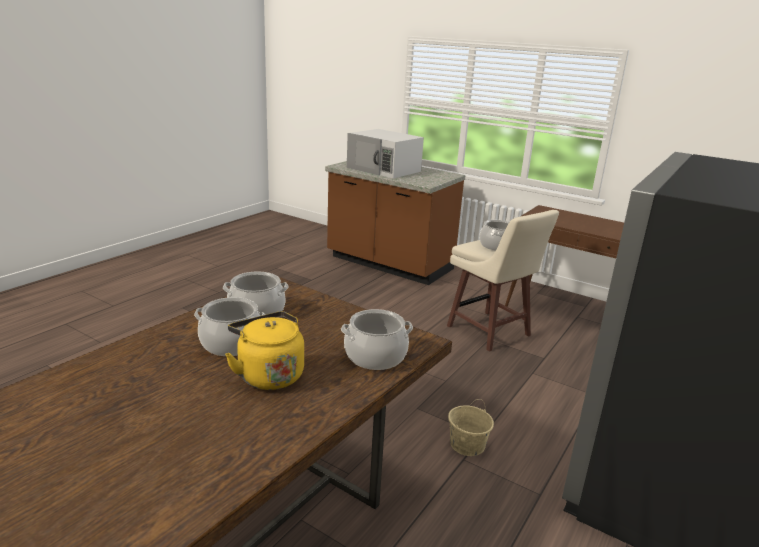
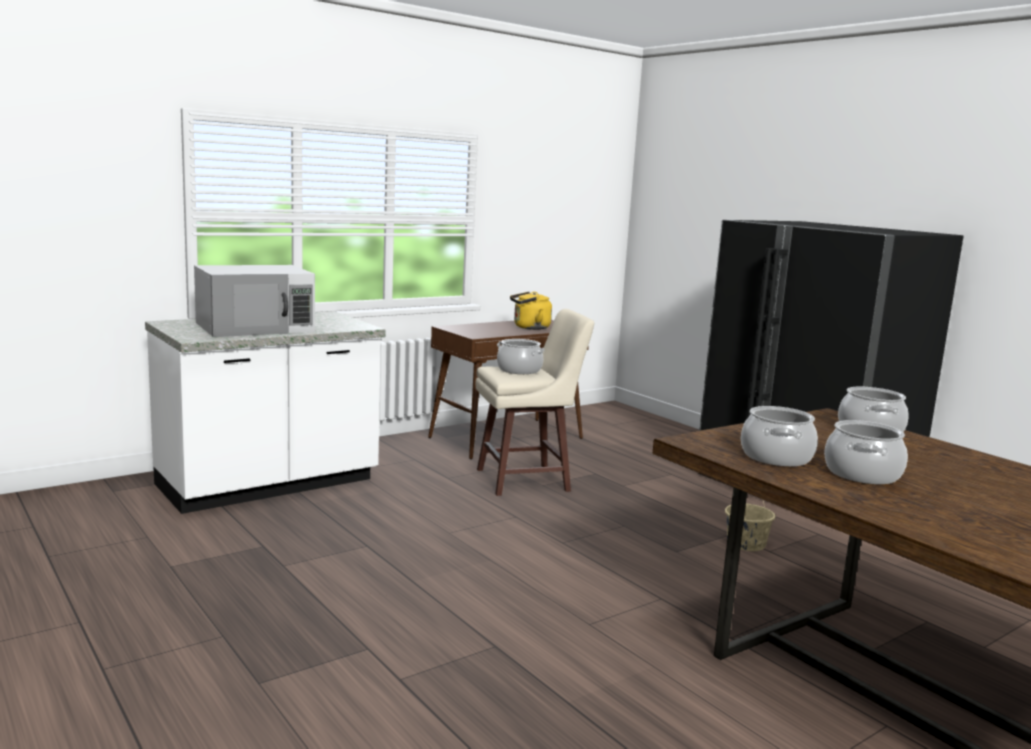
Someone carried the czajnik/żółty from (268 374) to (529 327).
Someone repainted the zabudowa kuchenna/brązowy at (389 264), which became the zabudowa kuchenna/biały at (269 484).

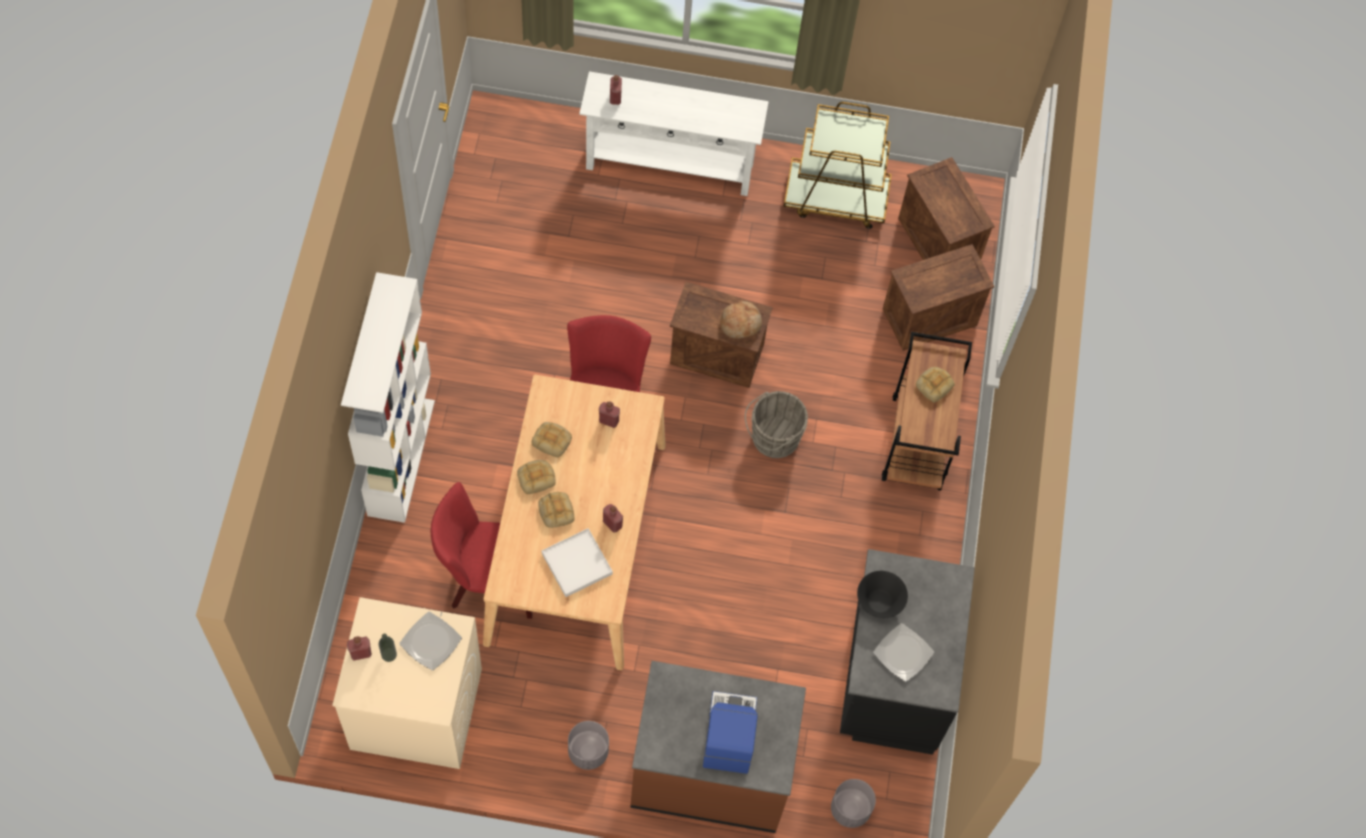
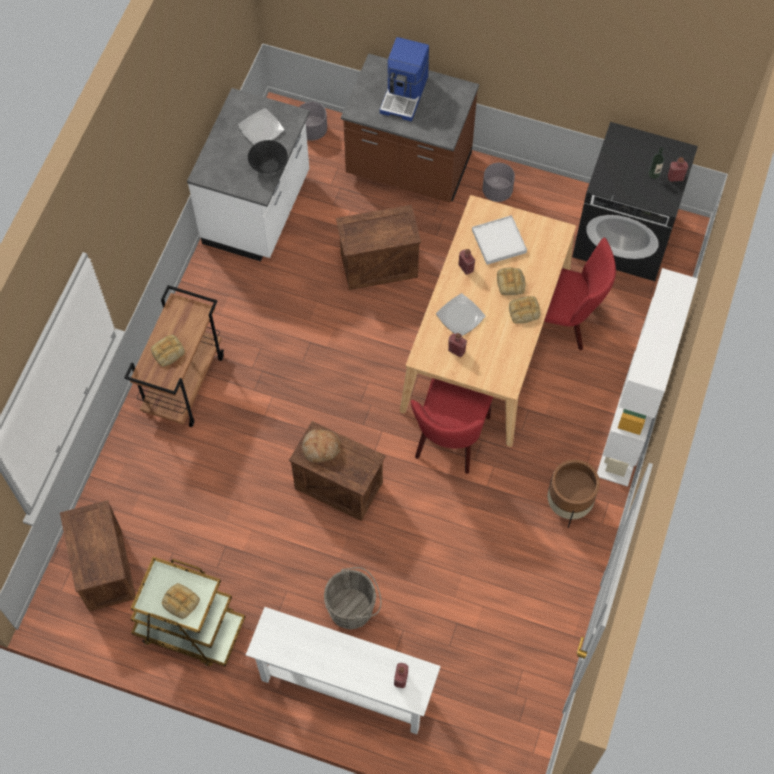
Someone repainted the pralka/beżowy at (415 709), which became the pralka/czarny at (624 236).
Someone carried the talerz from (430 641) to (460 317).
Someone carried the chleb from (552 440) to (180 602).
Someone carried the wiadro/szary from (772 439) to (353 607).
Someone repainted the zabudowa kuchenna/czarny at (891 678), which became the zabudowa kuchenna/biały at (258 210).
Someone carried the skrzynka from (929 318) to (379 264).
Someone put down the donica/brązowy at (568 504).

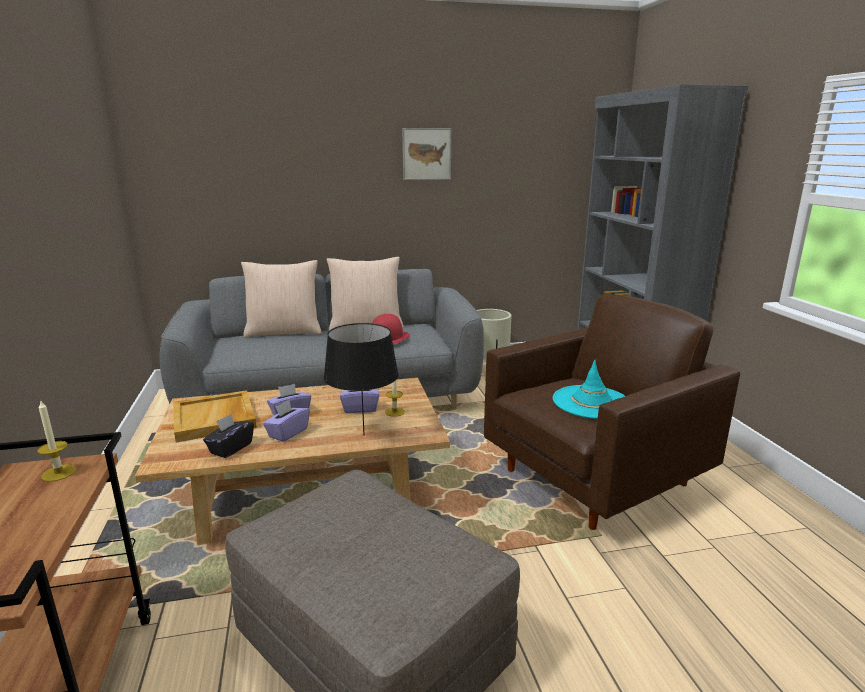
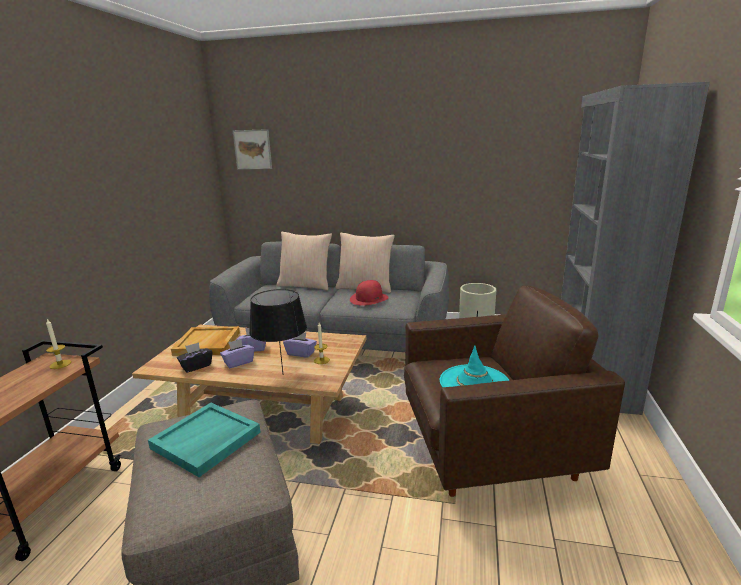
Someone carried the obraz from (426 154) to (252 149).
Someone put down the taca/turkusowy at (206 441).

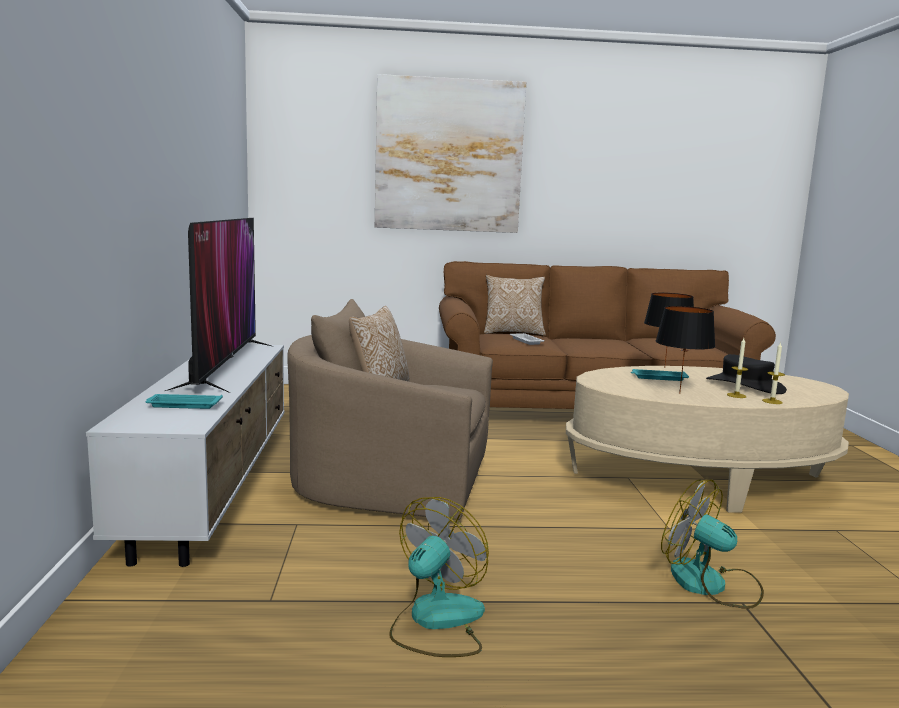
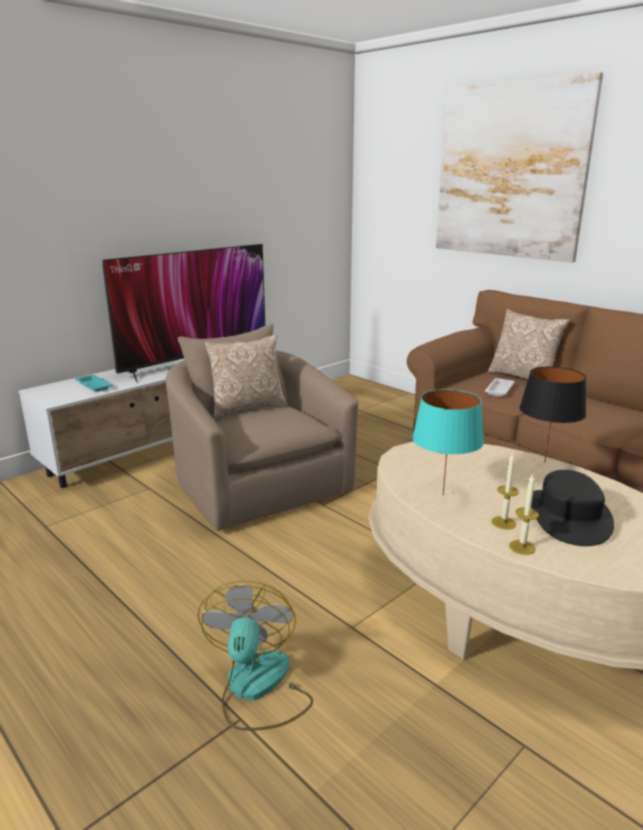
Someone took away the wentylator at (436 621).
Someone took away the taca/turkusowy at (658 378).
Someone repainted the lampa stołowa/czarny at (679 393), which became the lampa stołowa/turkusowy at (443 495).

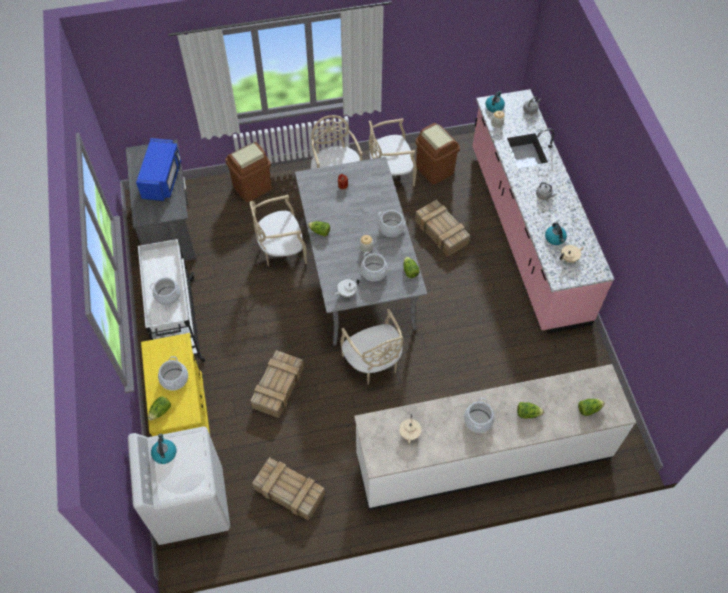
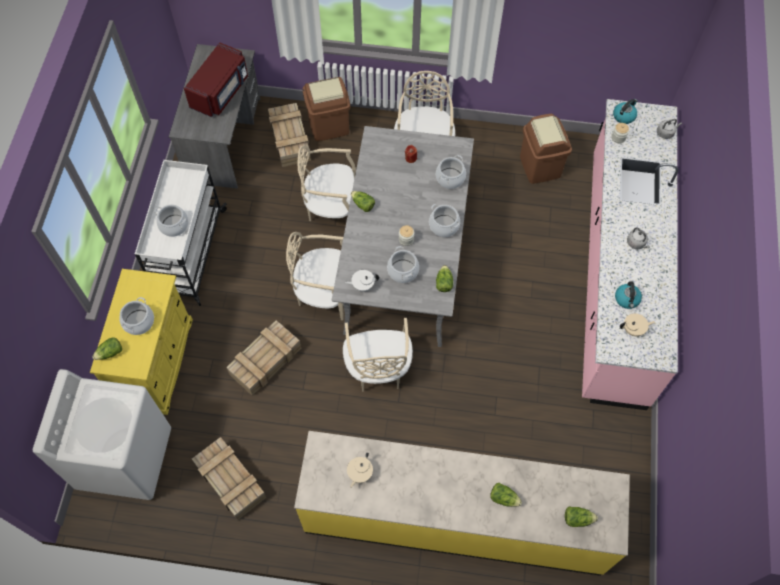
Someone repainted the mikrofalówka/niebieski at (162 179), which became the mikrofalówka/czerwony at (221 92).
Someone took away the czajnik at (164 453).
Someone repainted the zabudowa kuchenna/biały at (483 456), which became the zabudowa kuchenna/żółty at (455 518).
Someone carried the krzesło/beżowy from (390 172) to (323 292).
Someone carried the skrzynka from (442 232) to (290 140).
Someone carried the garnek from (478 420) to (450 178).

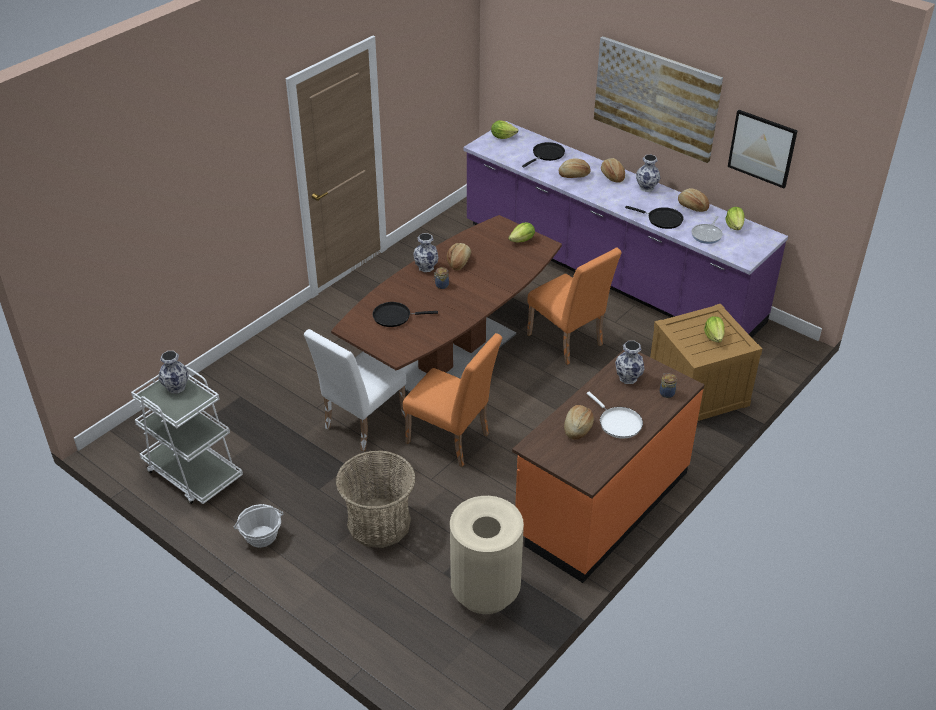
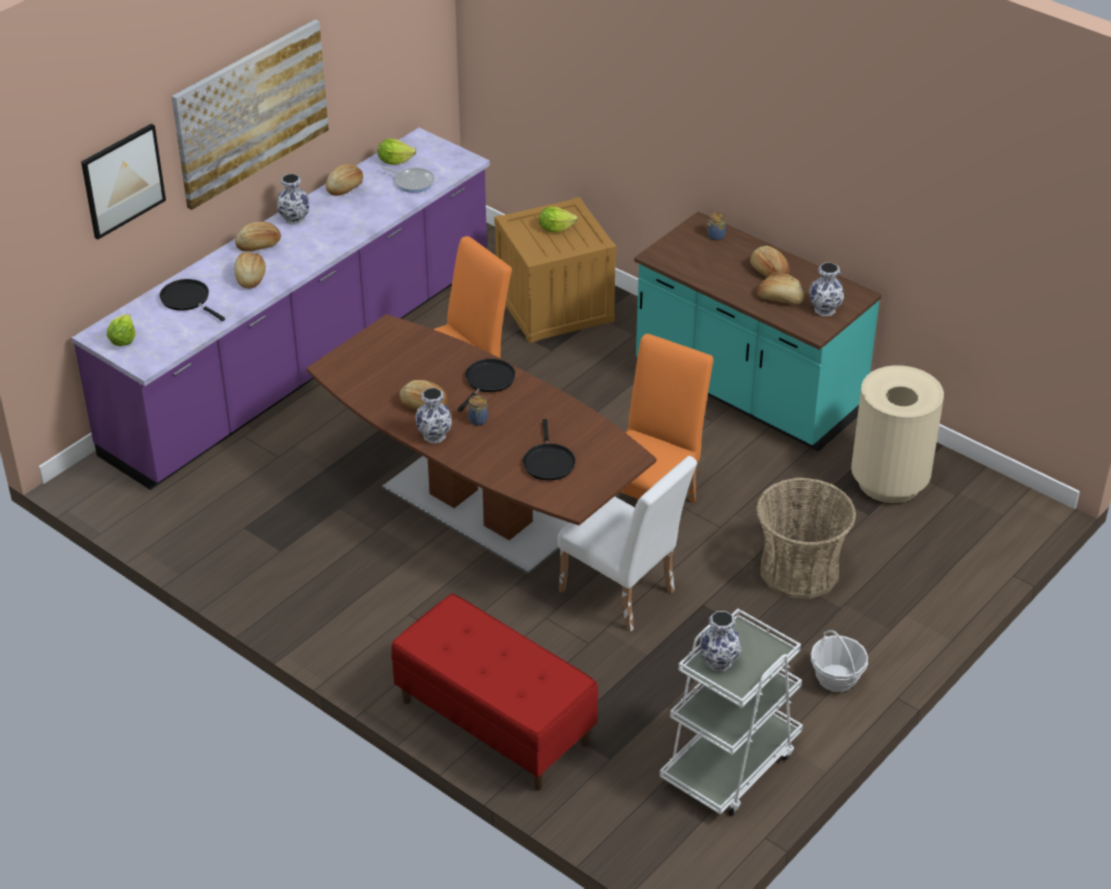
Someone took away the sałata at (522 240).
Someone repainted the zabudowa kuchenna/pomarańczowy at (601 504), which became the zabudowa kuchenna/turkusowy at (747 391).
Someone swapped the patelnia/biały at (618 423) for the chleb at (768 271).
Someone carried the wazon from (628 377) to (824 309).
Someone carried the patelnia/czarny from (662 219) to (488 381).
Someone carried the obraz from (762 148) to (123 180).
Someone put down the ławka/czerwony at (494 722).

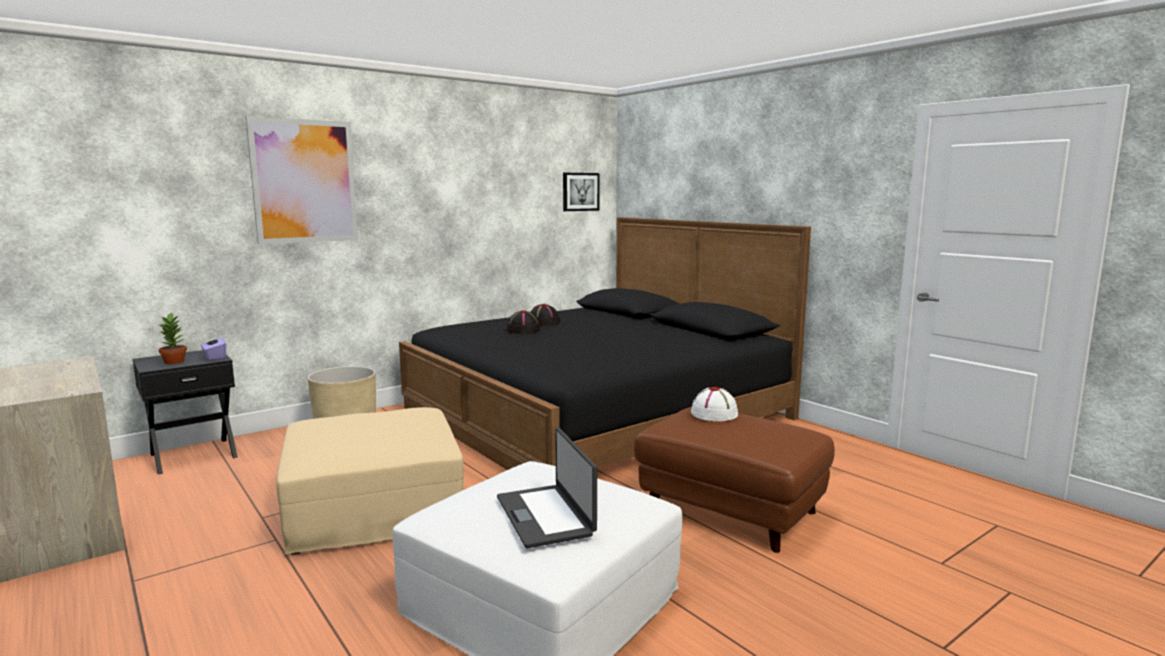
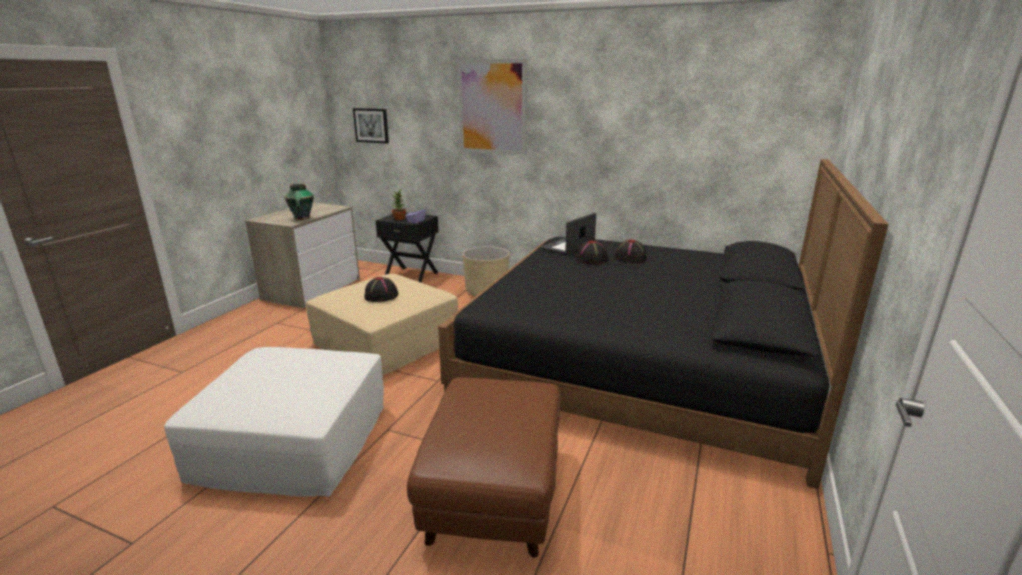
Someone carried the laptop from (546 515) to (568 246).
Someone carried the obraz from (580 192) to (371 125).
Someone took away the kapelusz/biały at (714 413).
Someone put down the wazon at (302 218).
Someone put down the kapelusz/czarny at (381 296).

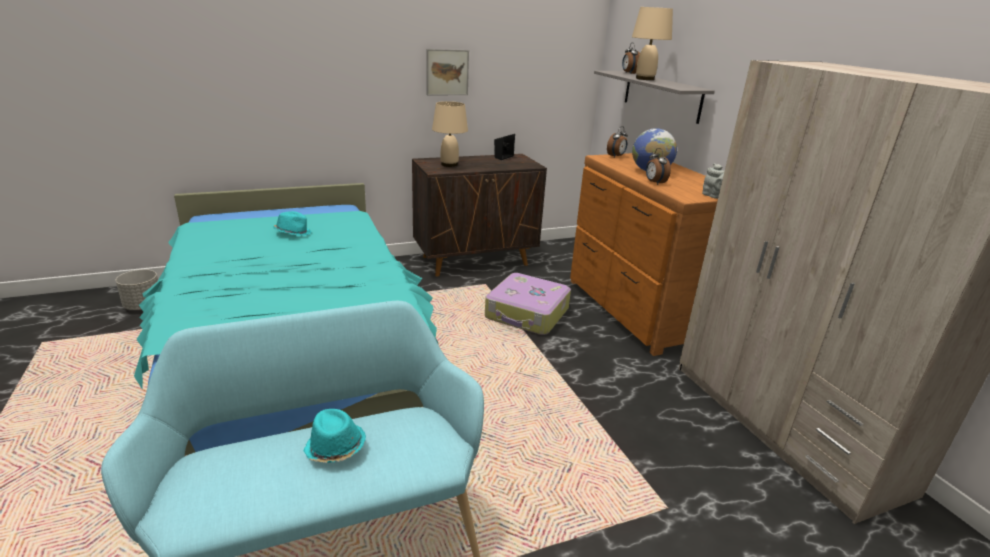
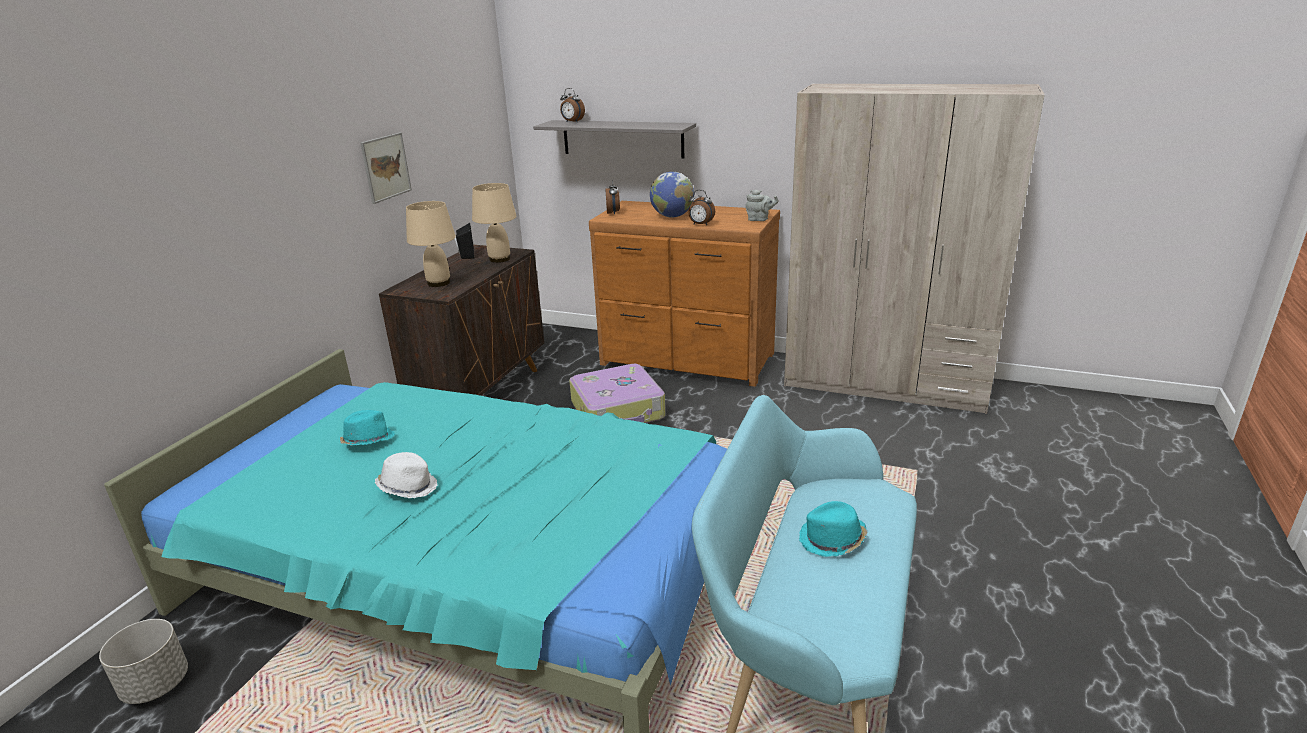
Someone carried the lampa stołowa/beżowy from (645 79) to (500 259).
Someone put down the kapelusz/biały at (408 487).

